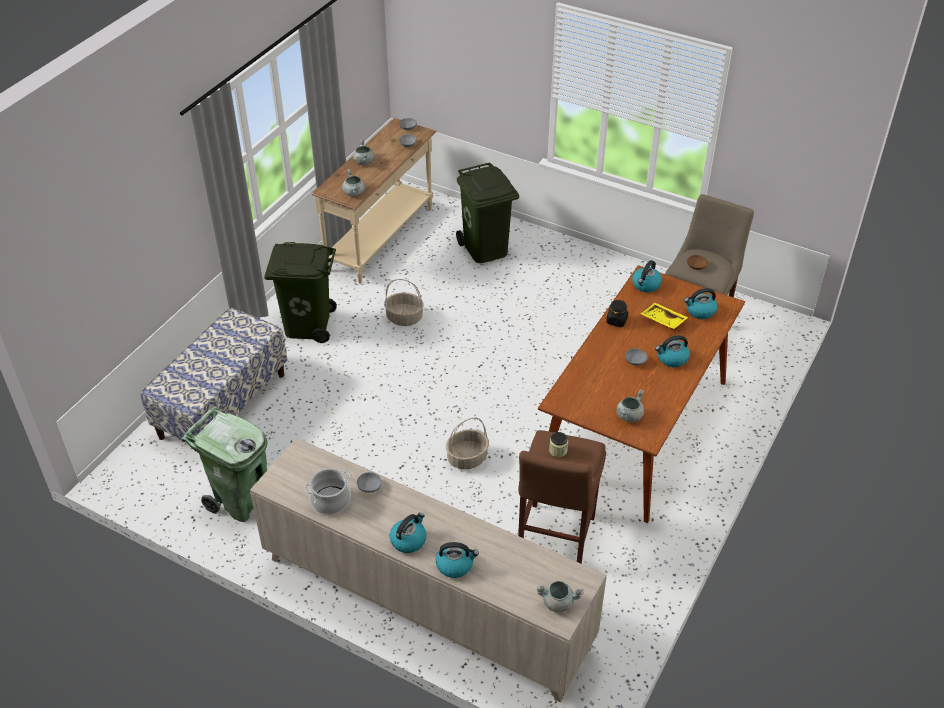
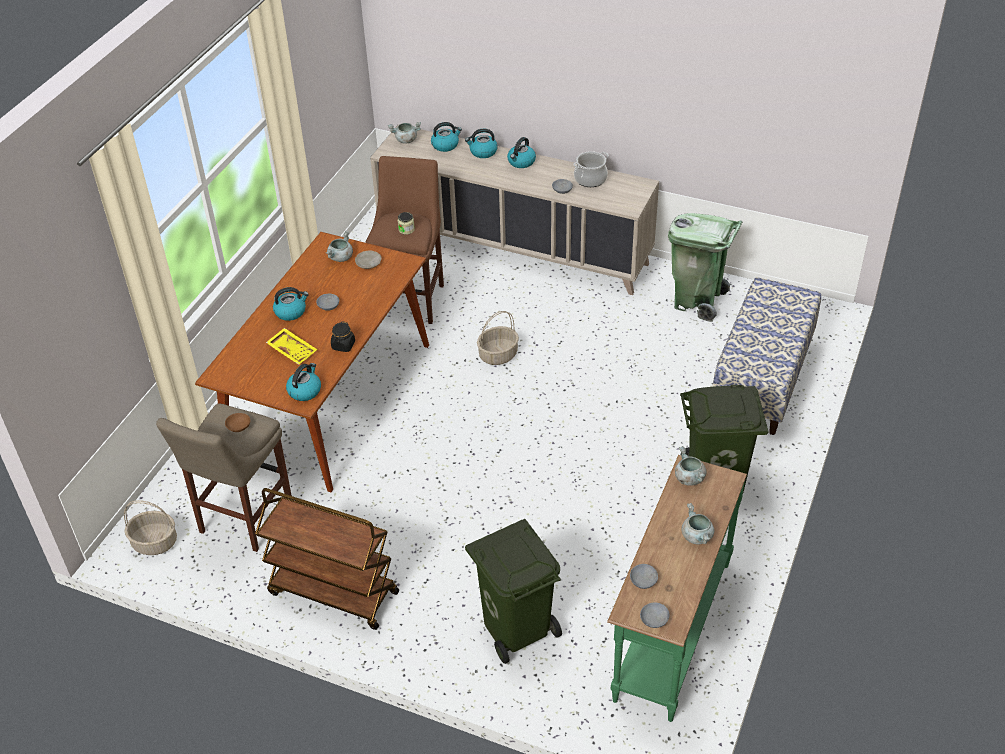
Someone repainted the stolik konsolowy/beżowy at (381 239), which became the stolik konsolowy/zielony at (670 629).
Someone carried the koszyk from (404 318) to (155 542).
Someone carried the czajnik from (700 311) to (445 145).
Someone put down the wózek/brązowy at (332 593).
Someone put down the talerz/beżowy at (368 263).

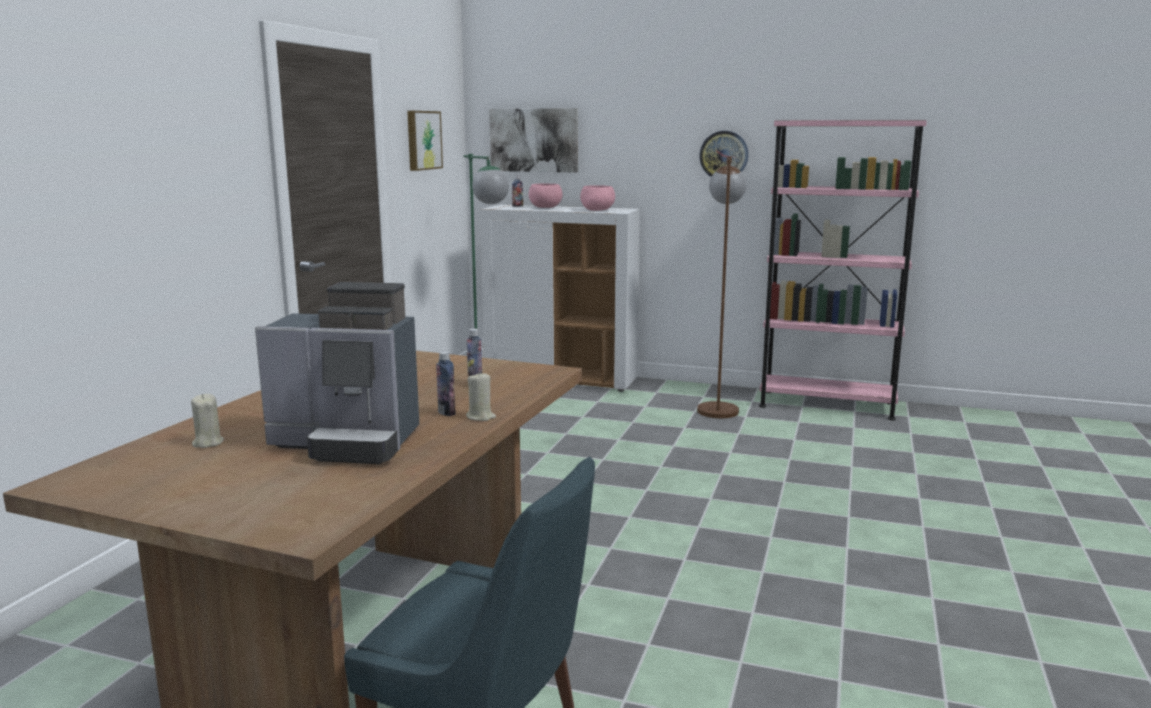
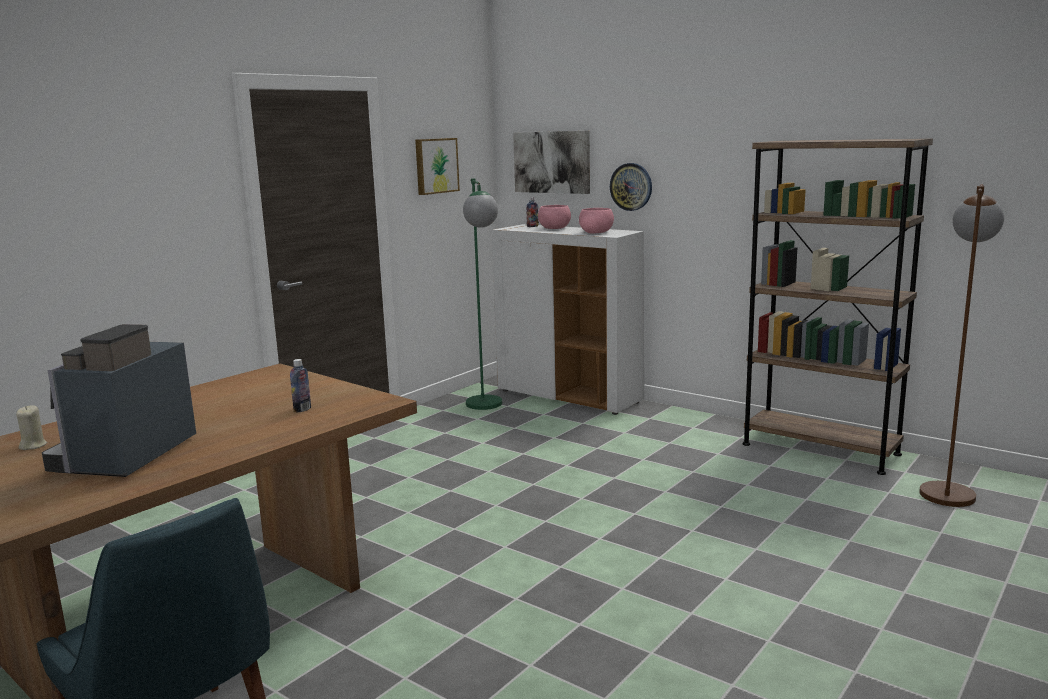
Someone rotated the ekspres do kawy at (348 443) by 75 degrees clockwise.
Someone took away the butelka at (446 412).
Someone took away the świeca/beżowy at (480 417).
Someone carried the lampa stojąca/brązowy from (717 407) to (947 488).
Someone carried the zegar ścienny from (724 155) to (631 186).
Someone repainted the regał/różowy at (826 405), which became the regał/brązowy at (820 449).

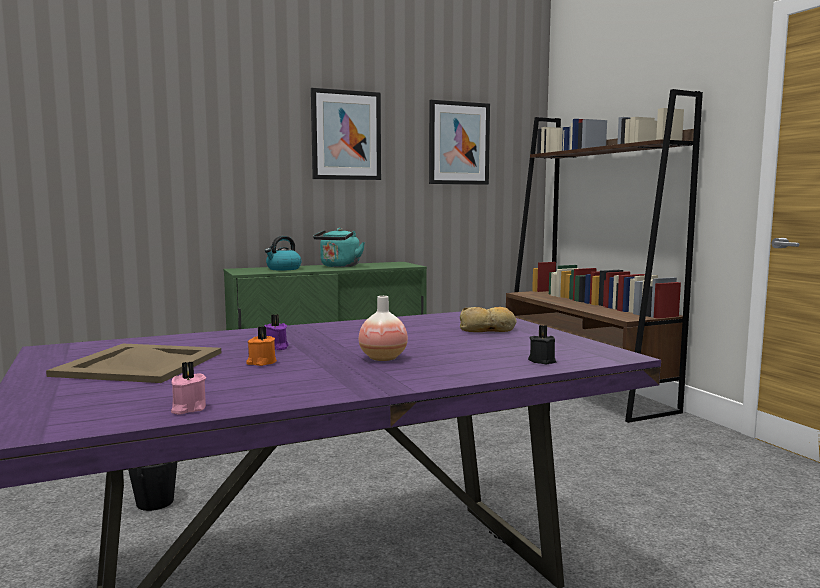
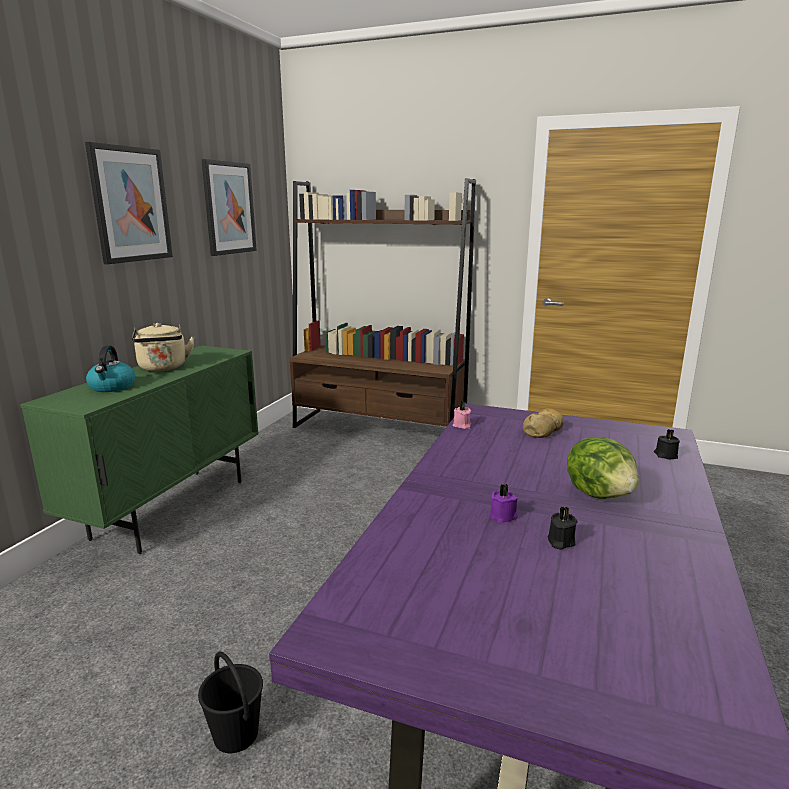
Someone took away the taca/beżowy at (139 363).
Someone carried the świeca/różowy from (187 409) to (462 425).
Someone repainted the świeca/pomarańczowy at (261 363), which became the świeca/czarny at (560 541).
Someone repainted the czajnik/turkusowy at (339 266), which became the czajnik/beżowy at (163 368).
Someone swapped the wazon at (383 358) for the sałata at (600 494).

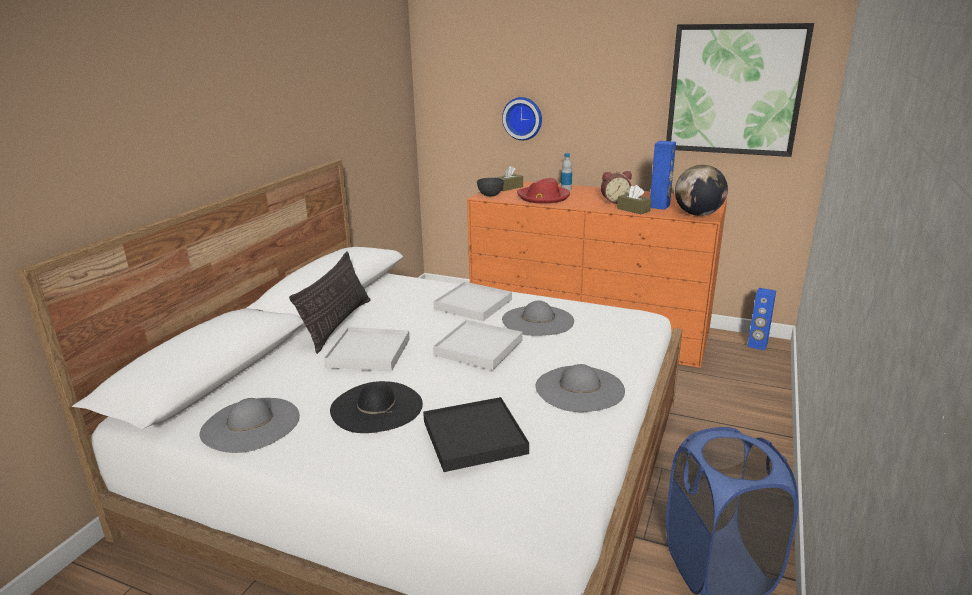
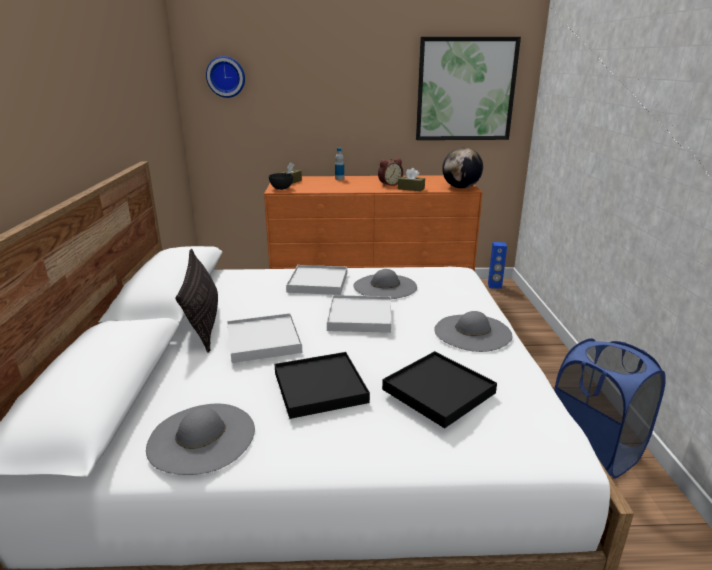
Someone swapped the kapelusz/czarny at (376 407) for the taca/czarny at (319 387).
Someone carried the zegar ścienny from (523 118) to (226 77).
Someone took away the kapelusz/czerwony at (543 197).
Someone took away the głośnik/niebieski at (659 206).

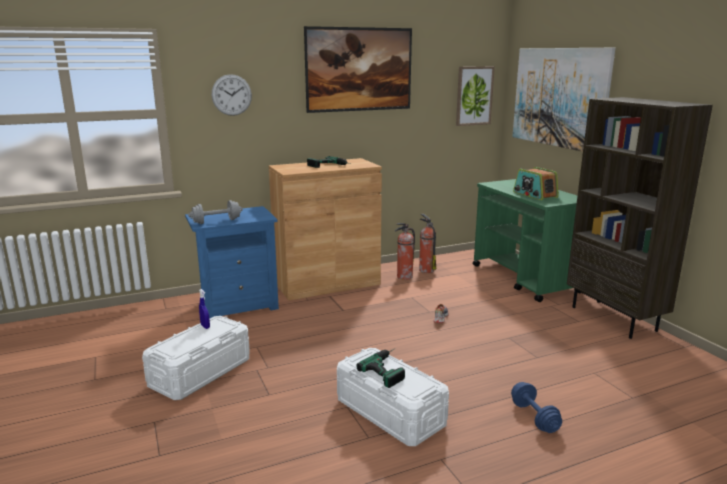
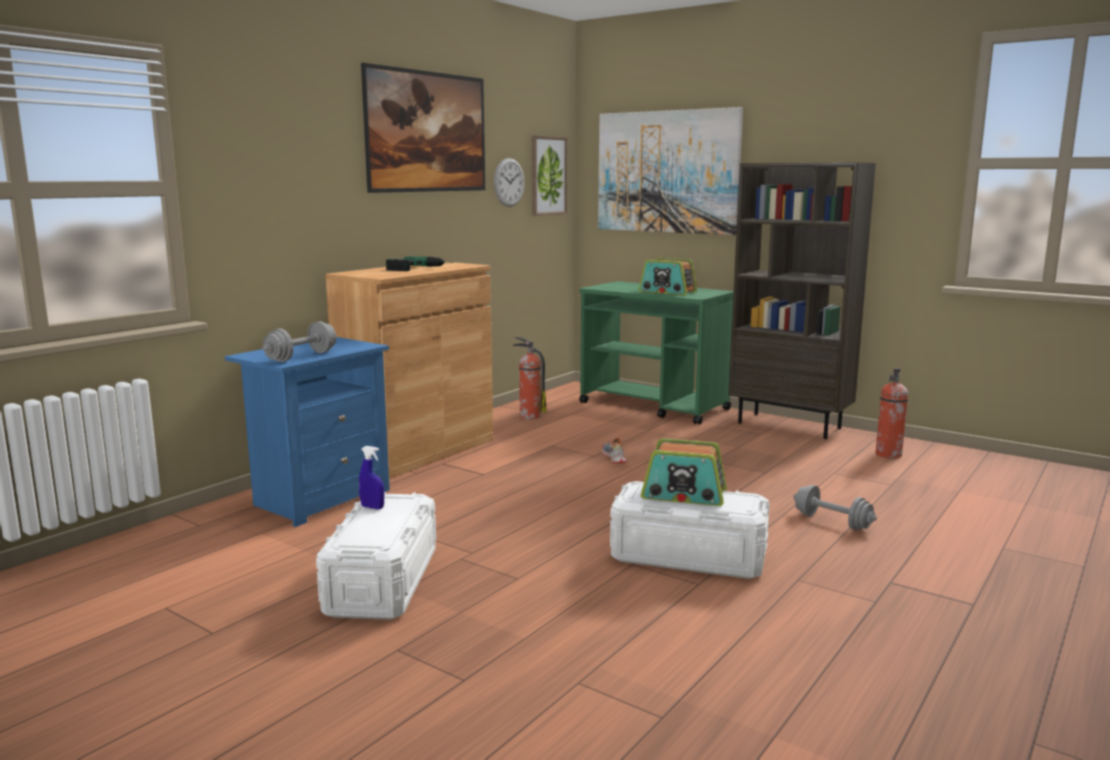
Someone carried the zegar ścienny from (231 95) to (509 182).
Someone swapped the wiertarka at (389 368) for the radio at (684 495).
Someone carried the gaśnica from (404 277) to (888 455).
Someone repainted the hantel/niebieski at (534 417), which became the hantel/szary at (832 522).

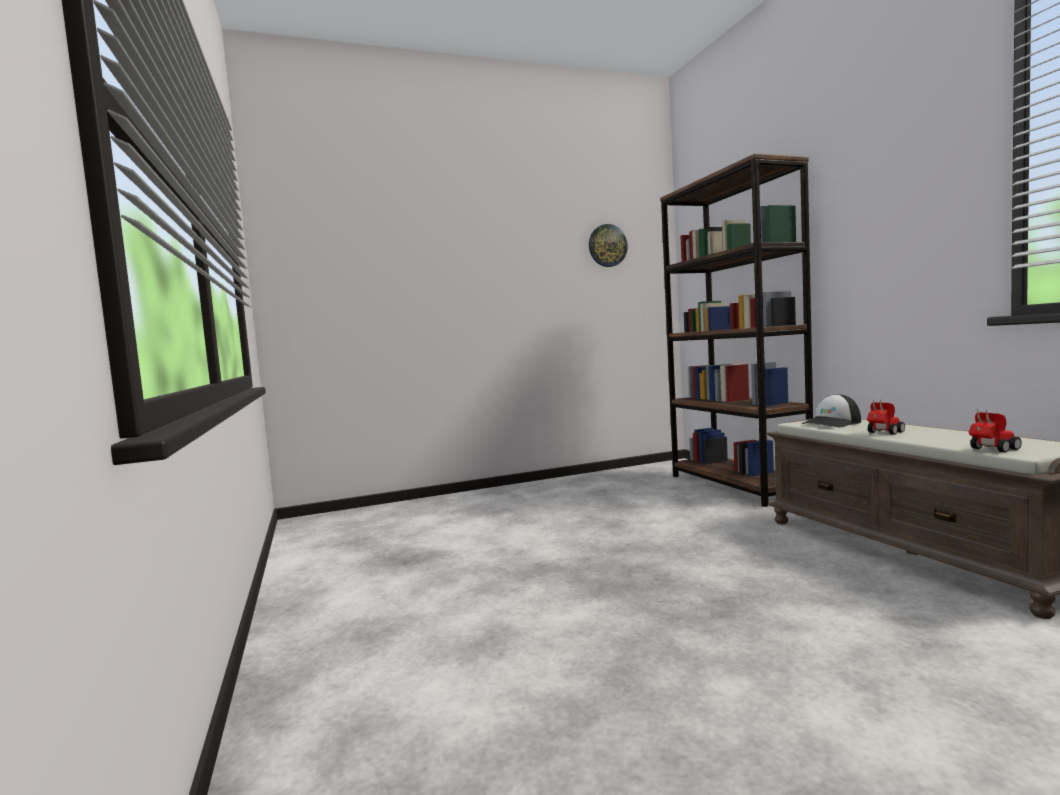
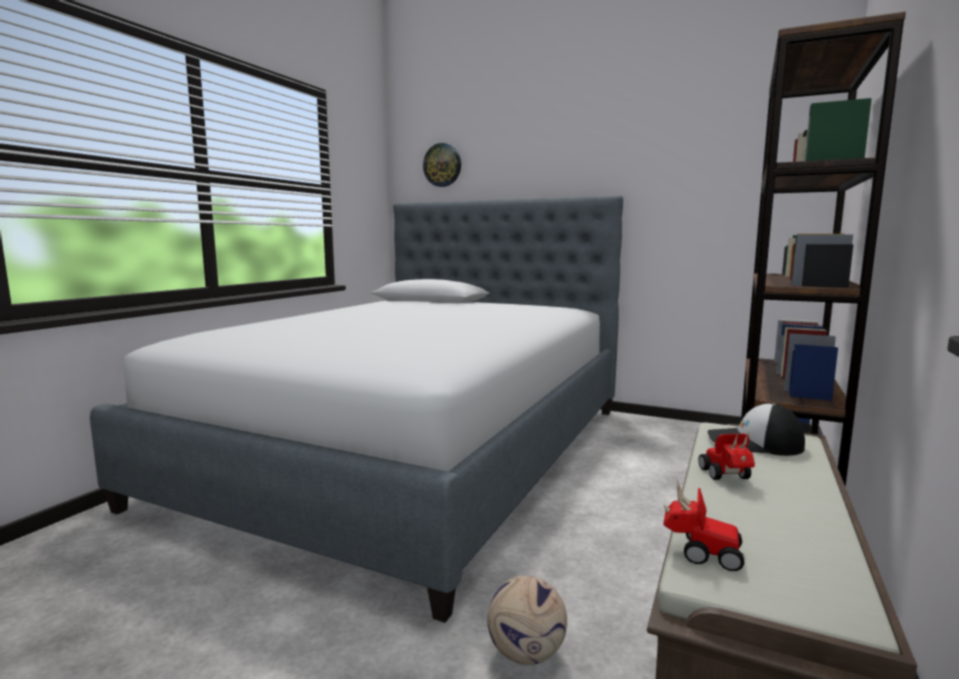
Someone carried the zegar ścienny from (607 245) to (442 165).
Someone rotated the samochodzik at (883 433) by 105 degrees counterclockwise.
Someone put down the łóżko at (415 451).
Someone put down the piłka futbolowa at (525 654).

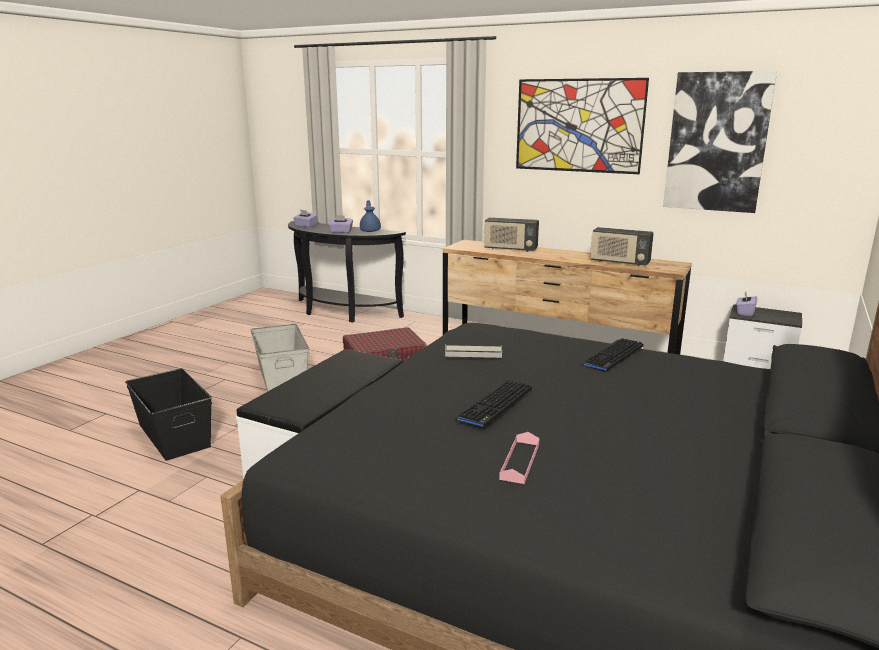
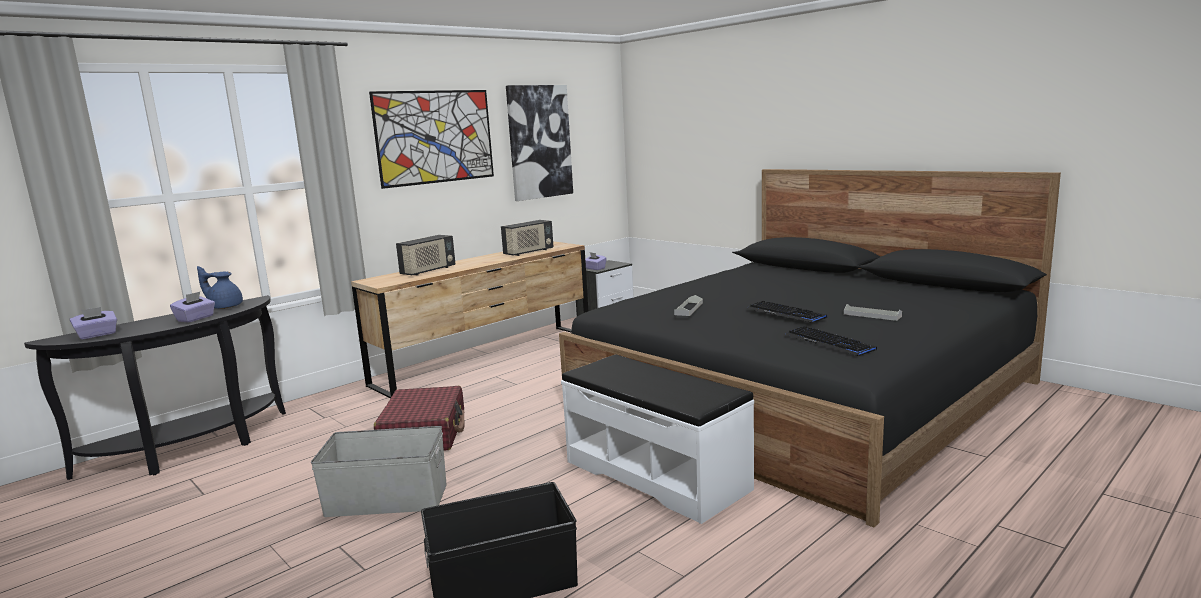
Someone repainted the taca/różowy at (520 461), which became the taca/szary at (872 315).
Someone carried the klawiatura from (612 356) to (829 343).

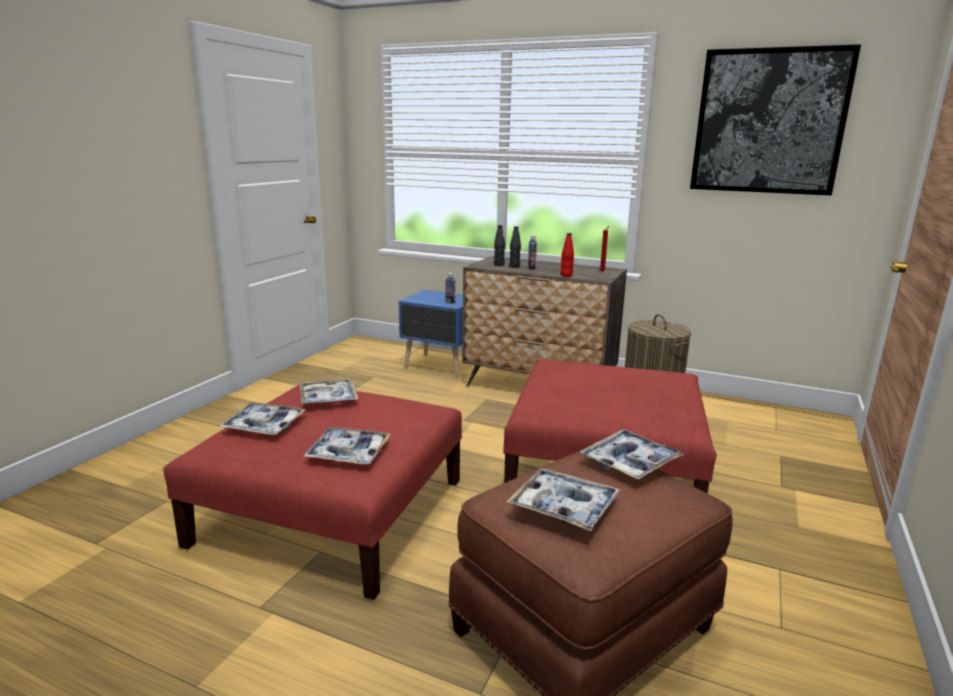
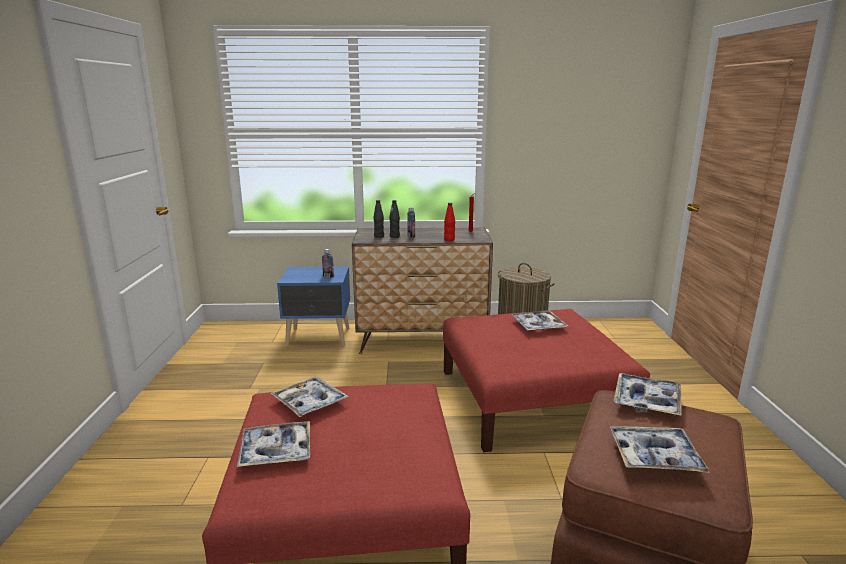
Someone carried the taca from (348 453) to (538 326).
Someone took away the obraz at (769 122).

